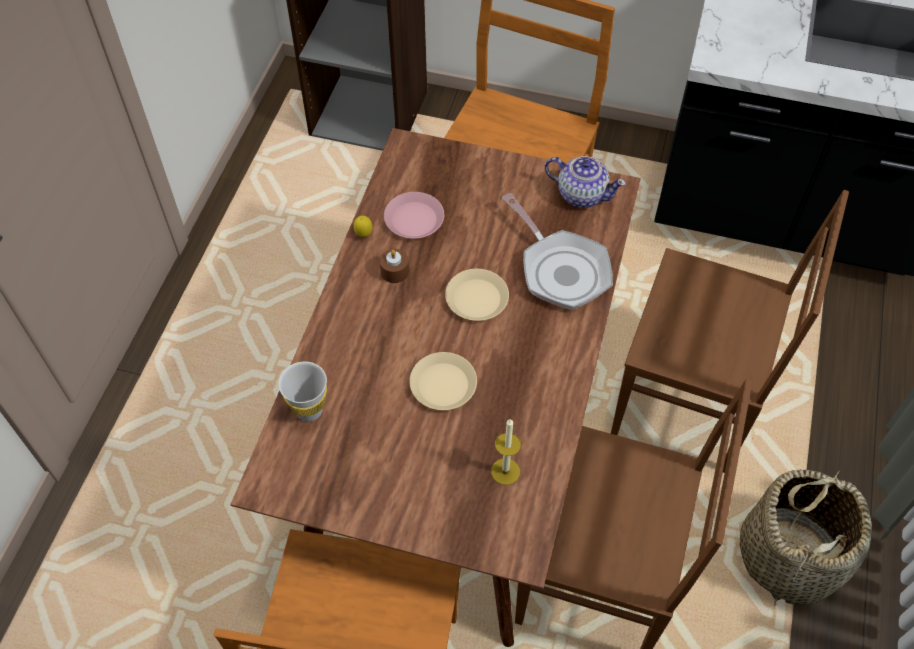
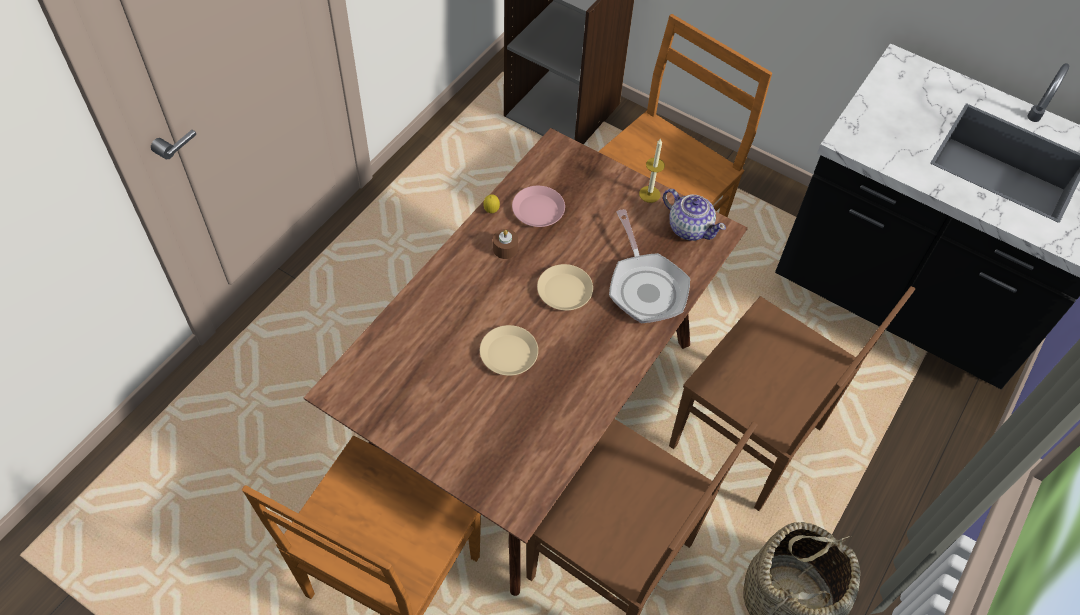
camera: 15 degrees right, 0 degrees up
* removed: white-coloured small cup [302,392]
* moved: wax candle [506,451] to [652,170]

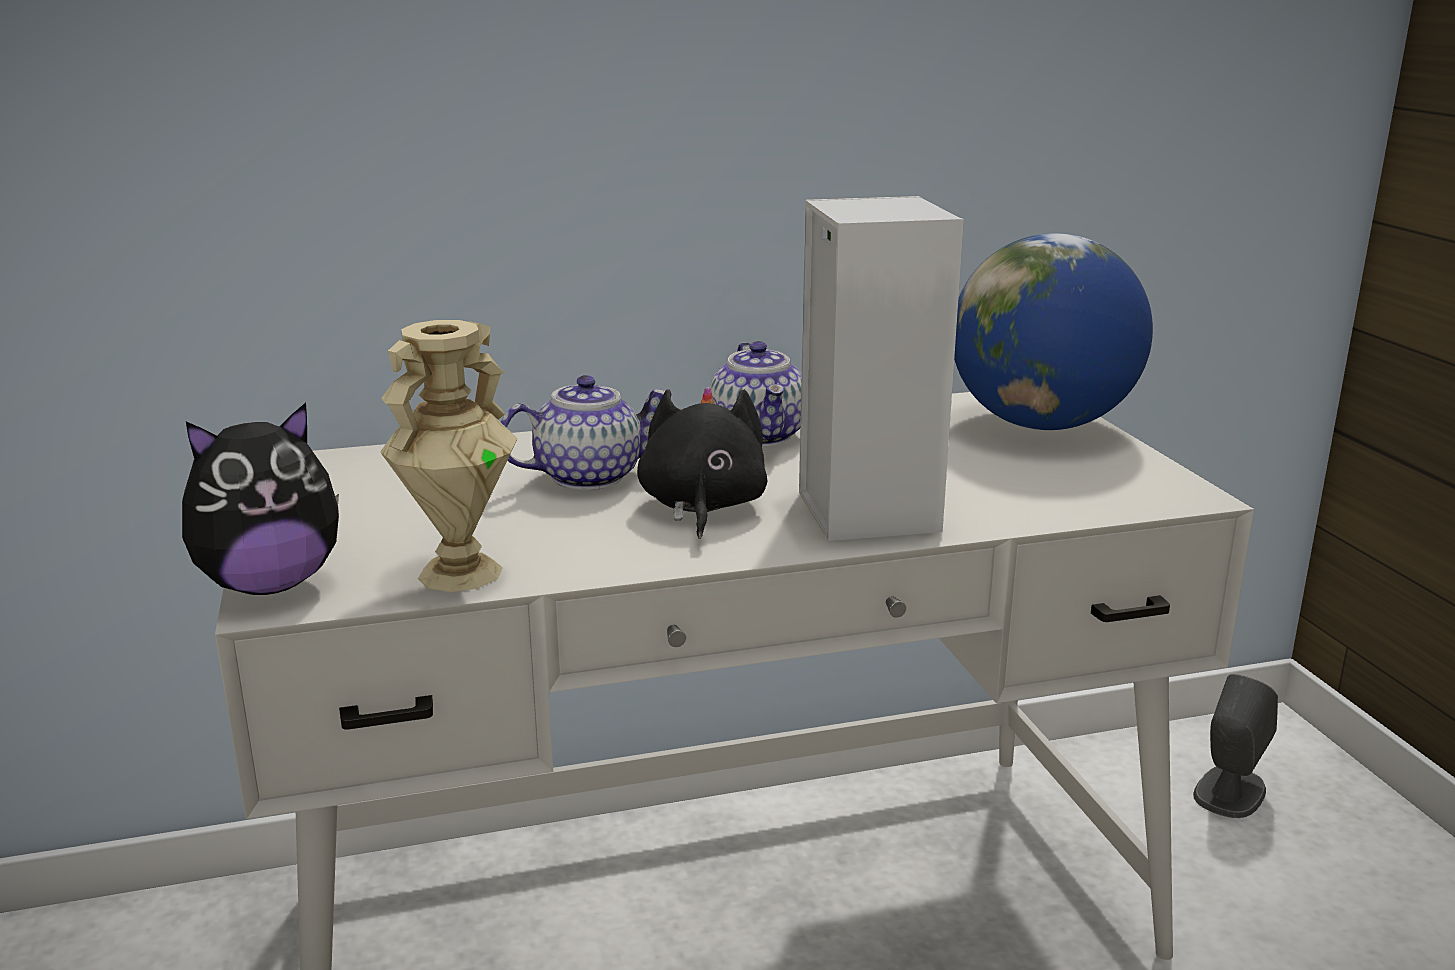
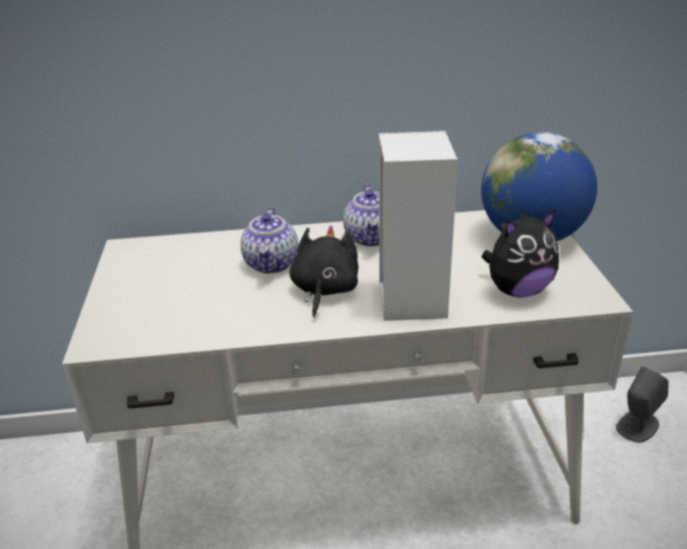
camera: 10 degrees right, 10 degrees up
* removed: beige-coloured vase [449,456]
* moved: cuddly toy [260,499] to [520,254]
* turned: teapot [583,432] = [269,240] 105 degrees clockwise

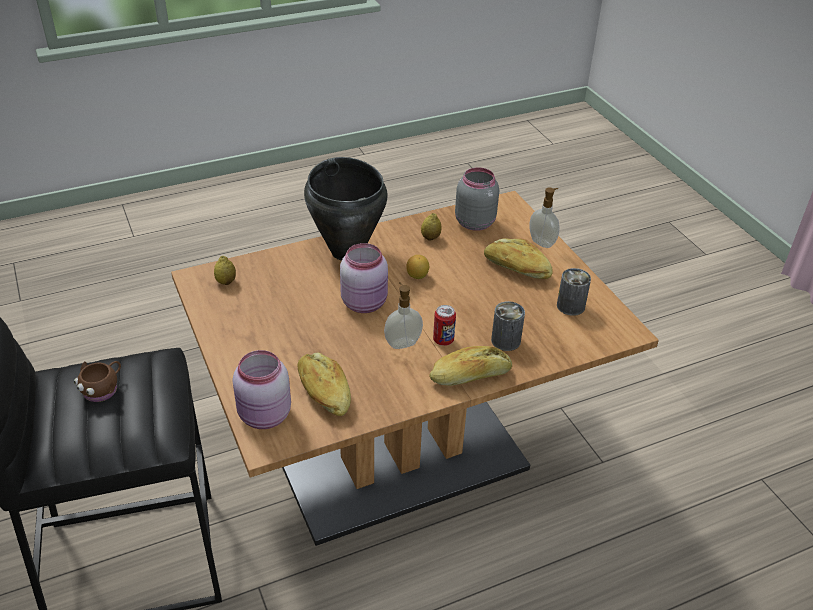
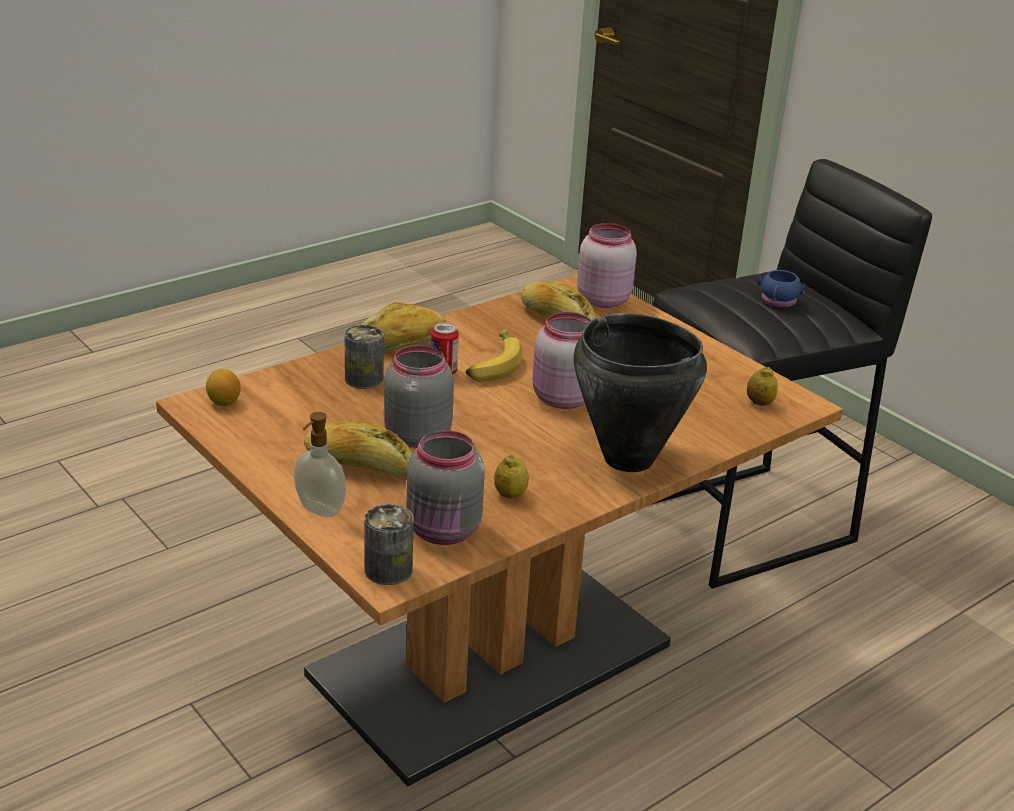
camera: 165 degrees right, 10 degrees down
* added: greyish storage jar [419,396]
* moved: lemon [417,267] to [223,387]
* moved: can [574,292] to [389,544]
* replaced: liquid soap bottle [403,315] to whole banana [494,355]
* recoloured: brown-coloured coffee mug [97,381] to blue coffee mug [781,288]

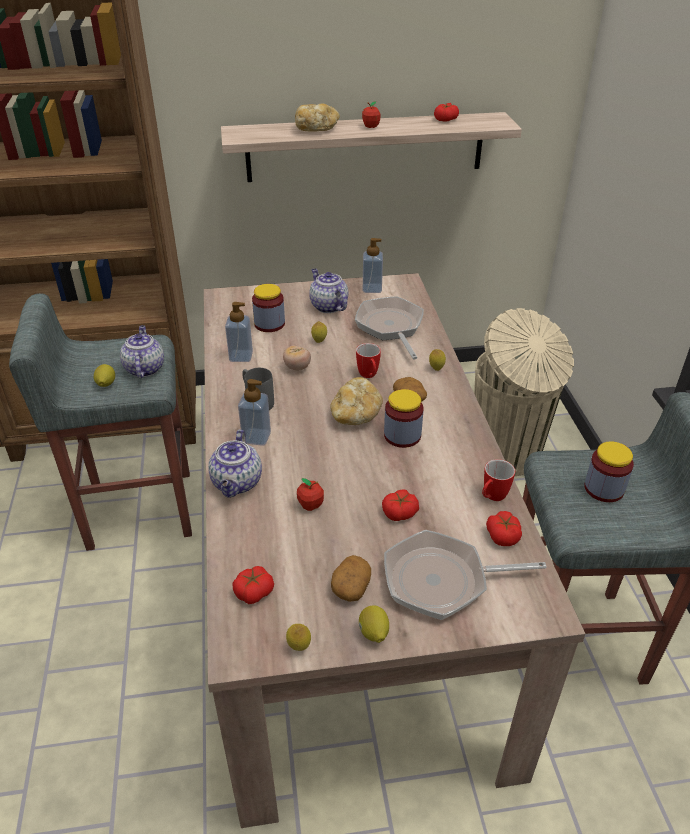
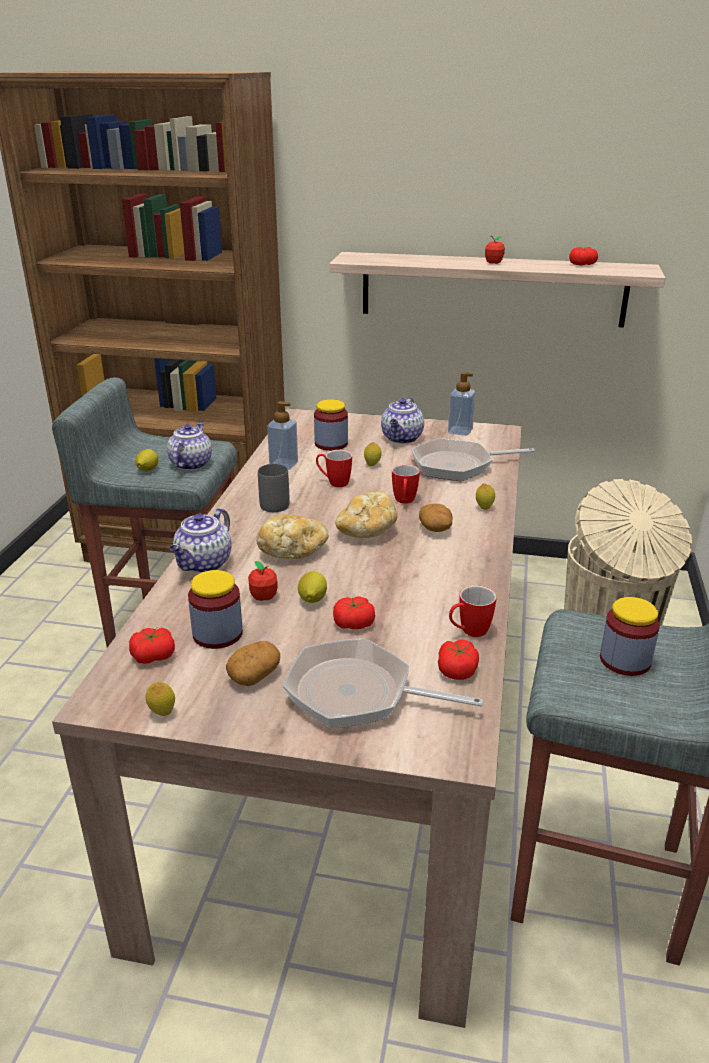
camera: 20 degrees right, 10 degrees down
* removed: liquid soap bottle [254,412]
* moved: bread [317,117] to [292,537]
* moved: lemon [374,624] to [312,587]
* moved: storage jar [404,418] to [215,609]
* replaced: fresh tomato [297,358] to coffee mug [334,468]
* turned: teapot [328,291] = [402,420] 150 degrees counterclockwise
* turned: skillet [389,328] = [473,459] 105 degrees counterclockwise

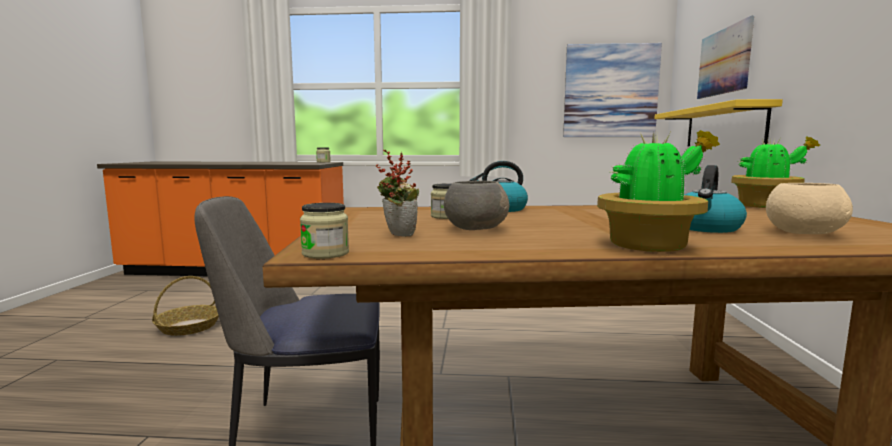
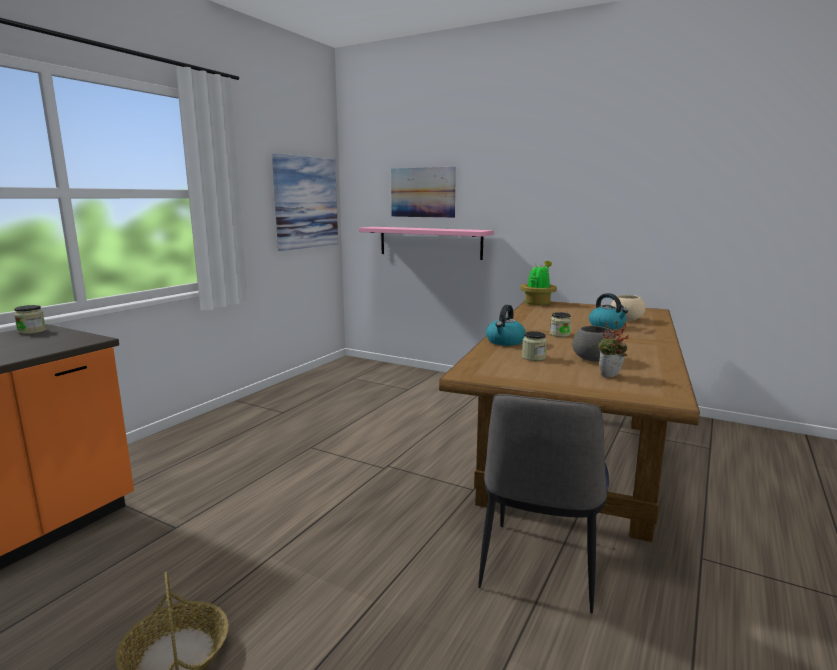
camera: 65 degrees left, 5 degrees up
* removed: potted plant [658,191]
* moved: storage jar [324,231] to [560,324]
* recoloured: yellow bracket shelf [719,122] to pink bracket shelf [426,243]

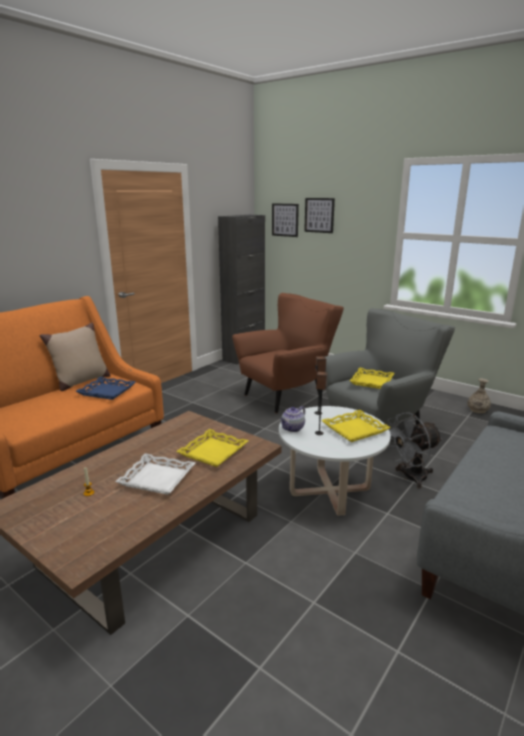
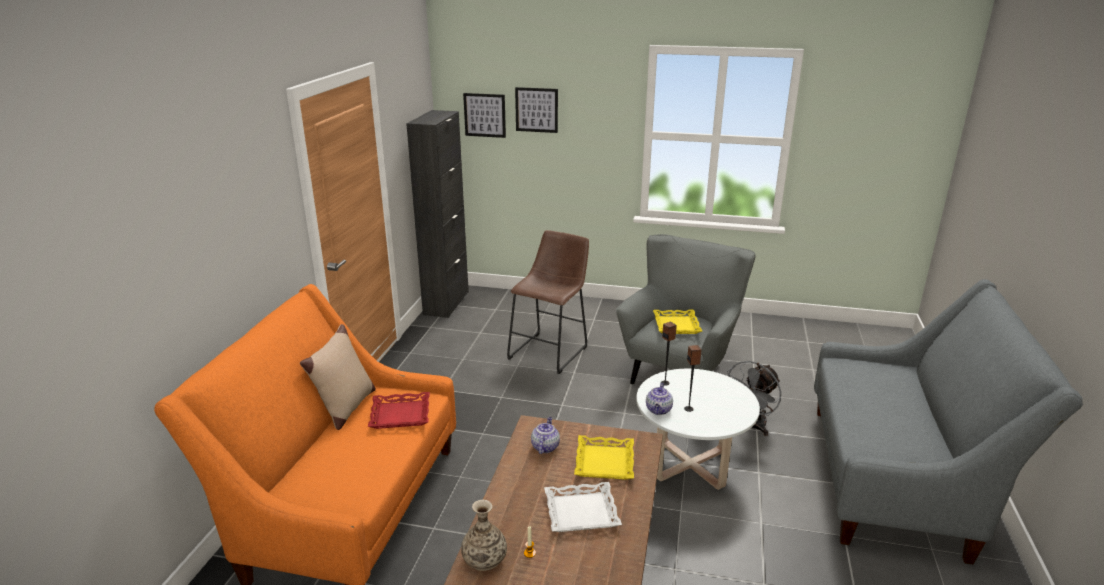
camera: 25 degrees left, 5 degrees up
* removed: yellow serving tray [356,426]
* added: teapot [545,435]
* moved: vase [479,396] to [484,535]
* replaced: brown-coloured armchair [288,353] to brown-coloured sitting stool [548,302]
* recoloured: blue serving tray [106,388] to red serving tray [399,410]

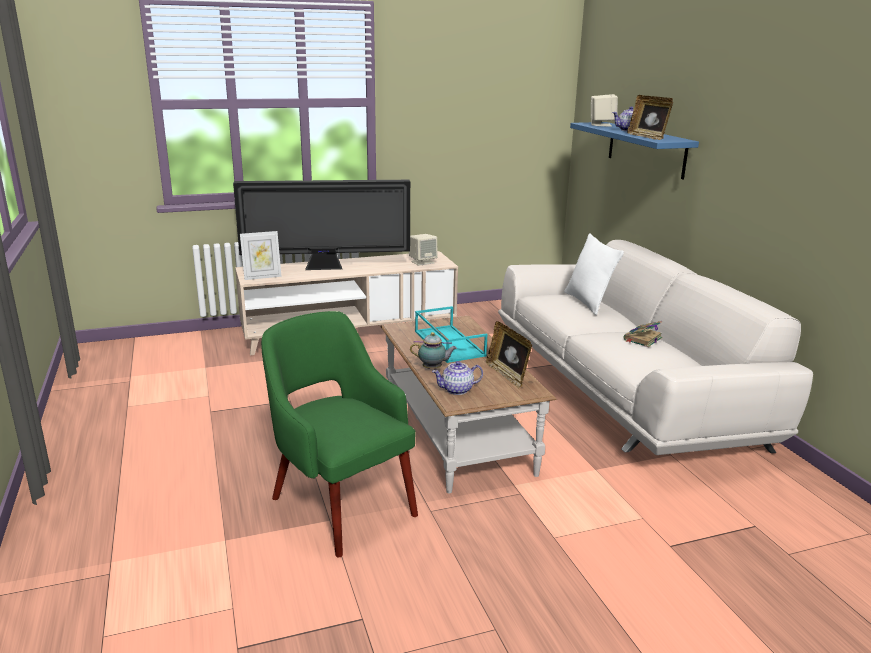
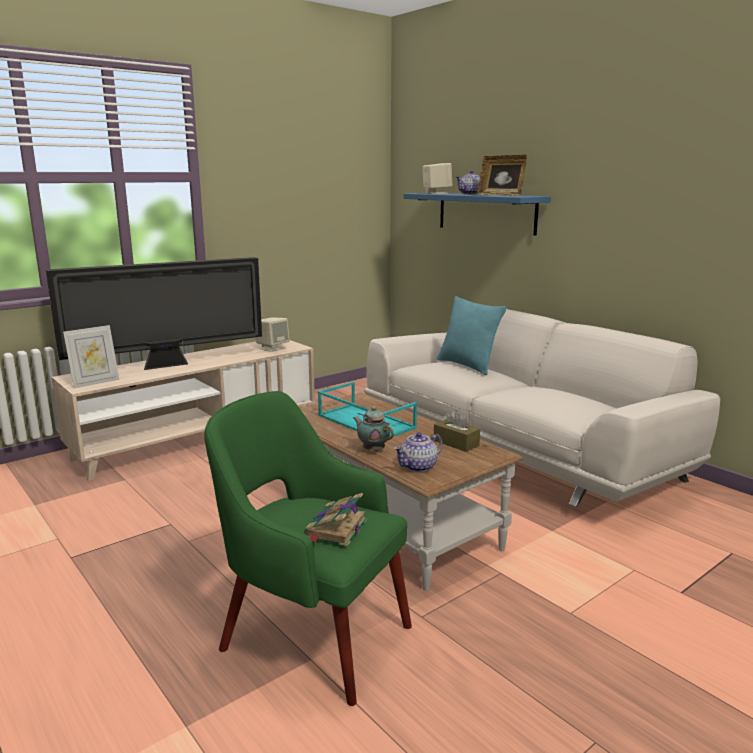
camera: 20 degrees left, 5 degrees down
* moved: book [643,334] to [335,519]
* replaced: standing frame [509,355] to brown-coloured box of tissues [457,431]
* recoloured: white-coloured cushion [594,274] to blue-green cushion [471,335]
* turned: teapot [433,350] = [373,429] 120 degrees counterclockwise

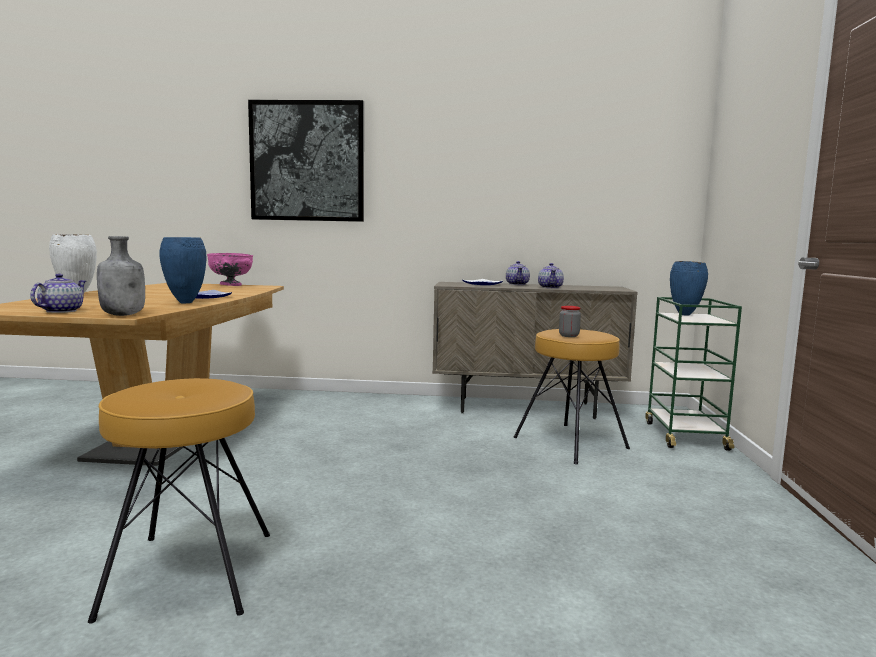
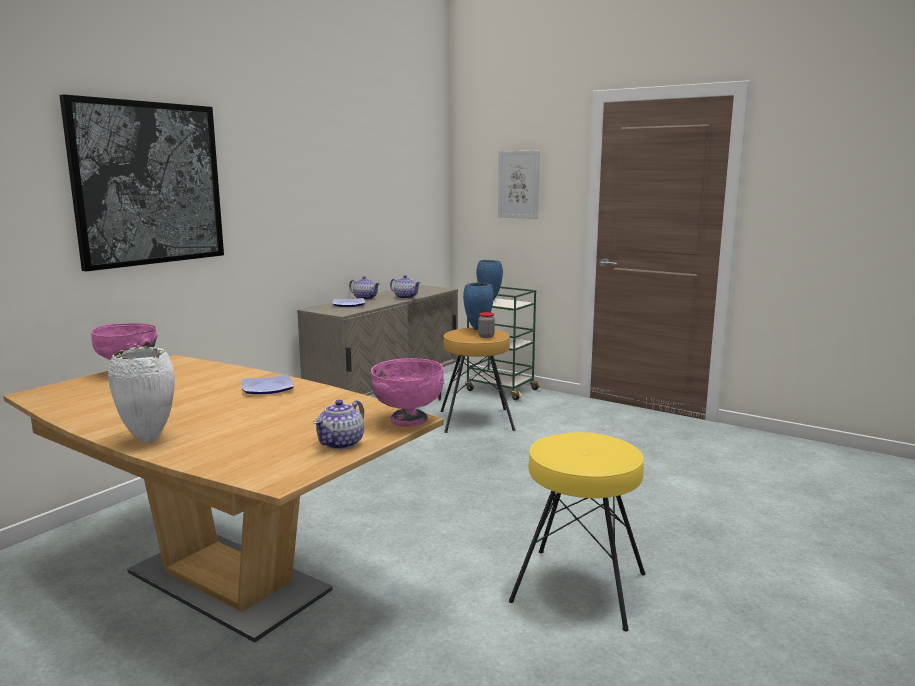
camera: 60 degrees left, 5 degrees up
* added: wall picture [519,185]
* moved: blue vase [182,270] to [478,306]
* replaced: greyish beverage bottle [121,276] to pink deep dish [407,392]
* recoloured: brown-coloured sitting stool [179,501] to yellow sitting stool [577,532]
* turned: teapot [58,293] = [338,425] 105 degrees counterclockwise

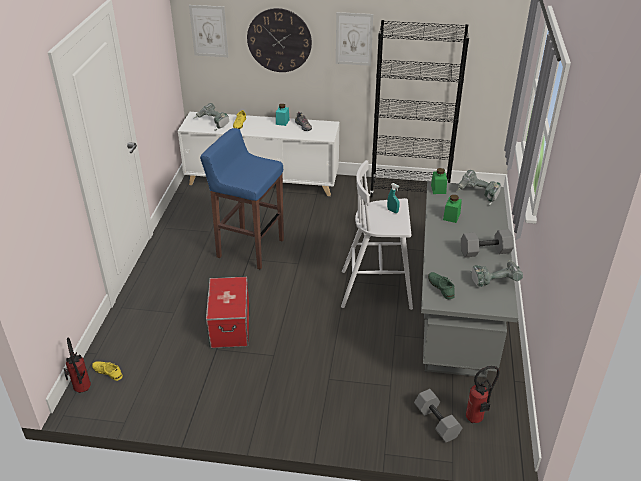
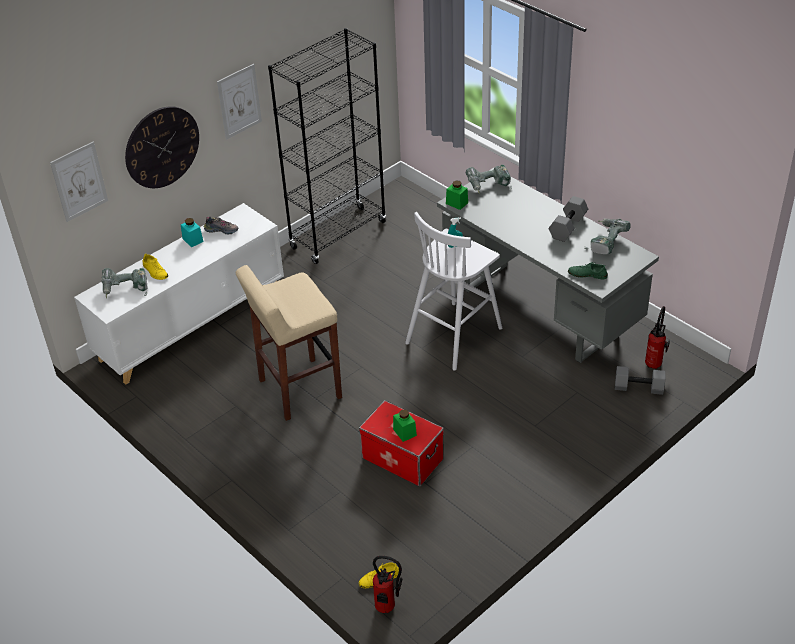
camera: 50 degrees left, 5 degrees up
* moved: greenish storage jar [452,209] to [405,426]
* recoloured: blue sitting stool [242,199] to beige-coloured sitting stool [289,343]

